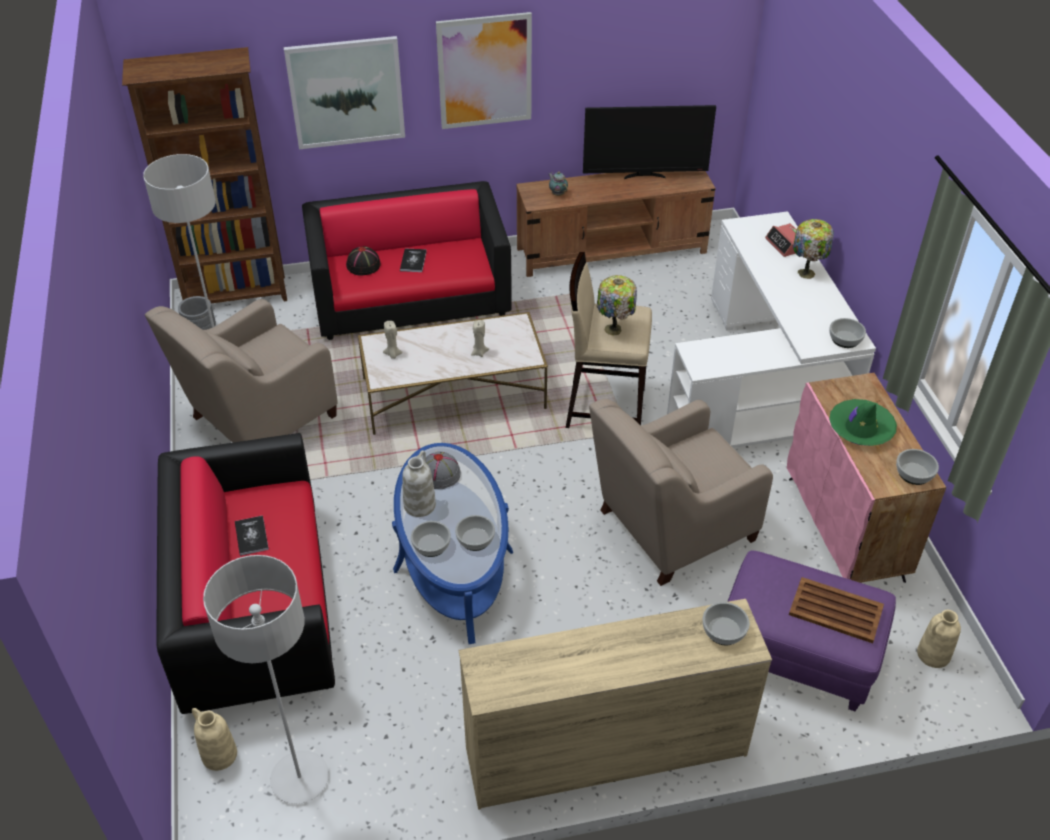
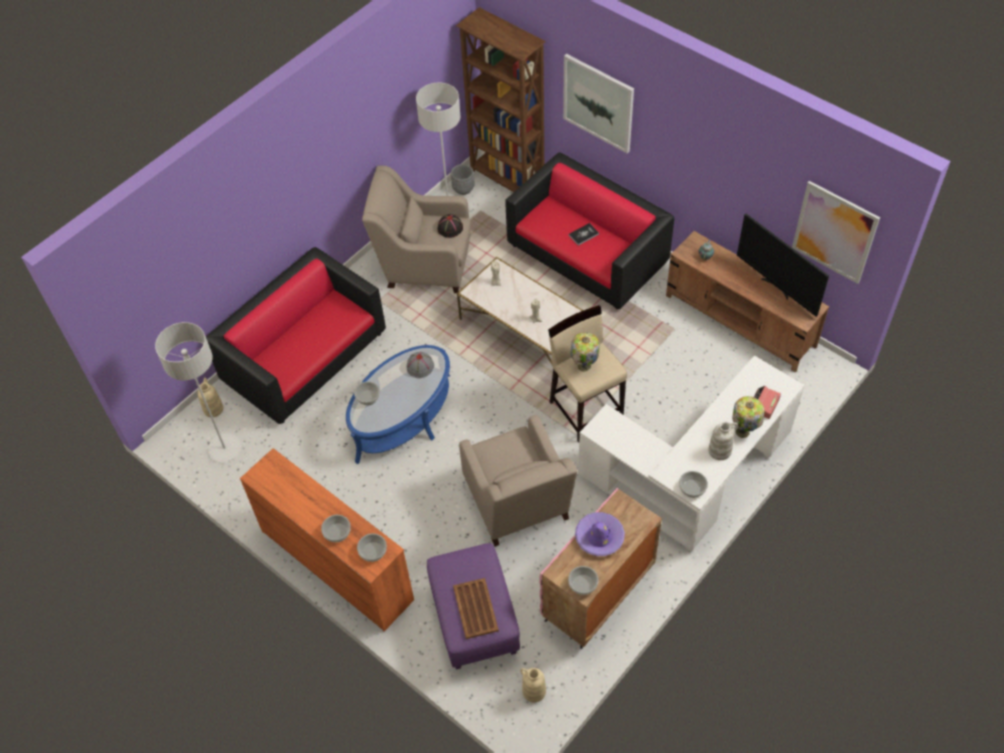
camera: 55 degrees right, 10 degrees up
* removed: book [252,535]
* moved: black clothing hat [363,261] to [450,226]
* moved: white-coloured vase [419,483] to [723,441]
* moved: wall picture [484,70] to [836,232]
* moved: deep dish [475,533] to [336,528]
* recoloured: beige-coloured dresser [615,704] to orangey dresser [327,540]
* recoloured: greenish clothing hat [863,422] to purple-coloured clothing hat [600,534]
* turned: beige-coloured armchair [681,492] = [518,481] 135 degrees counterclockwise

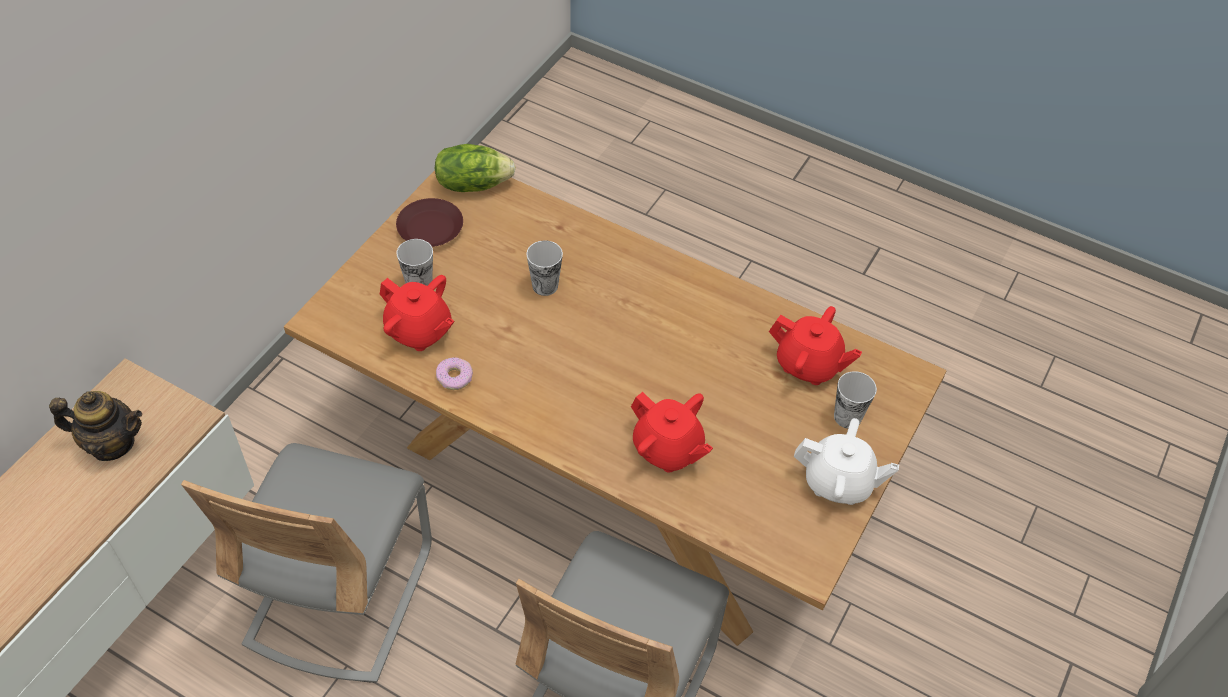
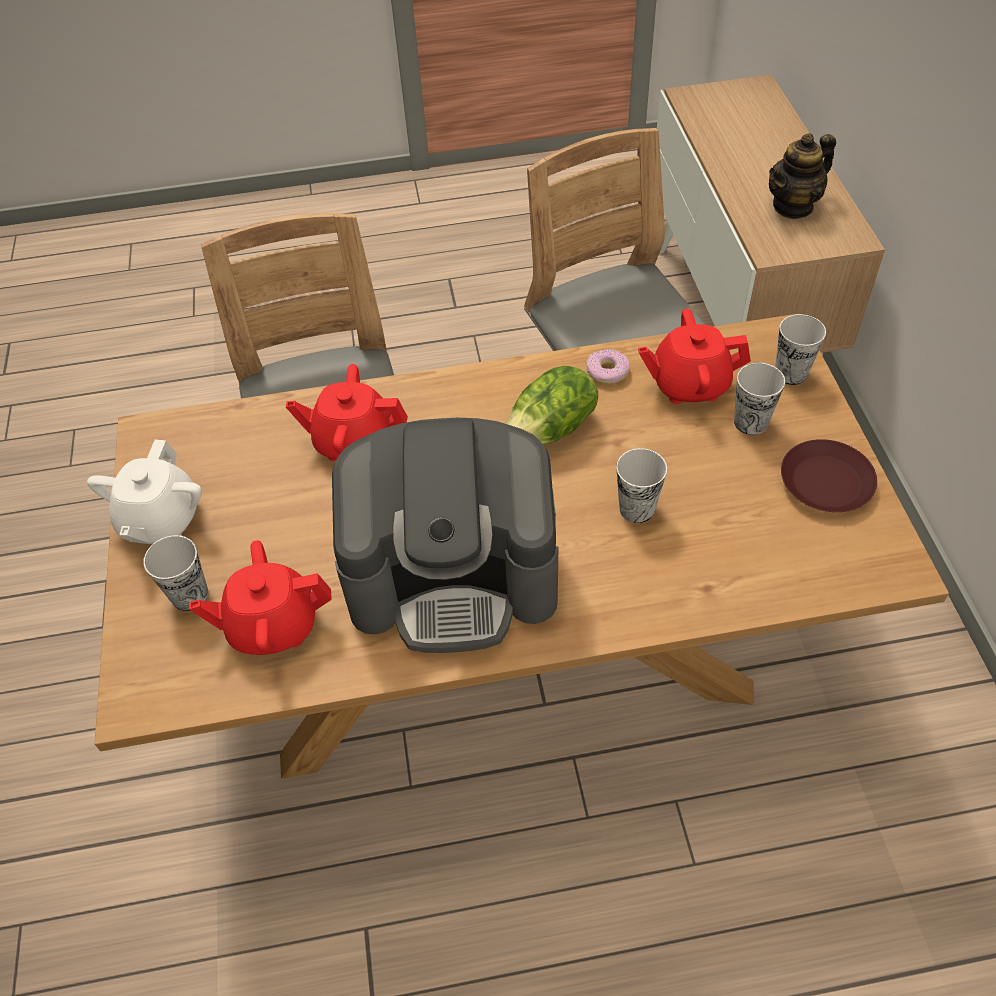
camera: 145 degrees right, 0 degrees up
* added: coffee brewer [445,535]
* added: small cup [800,349]
* moved: head of lettuce [475,168] to [552,405]
* turned: white-coloured teapot [846,461] = [144,491] 60 degrees counterclockwise

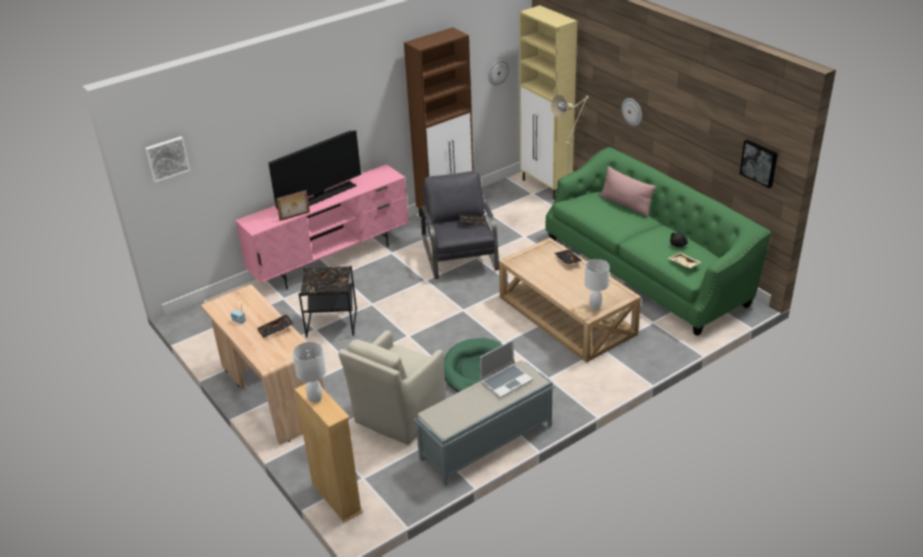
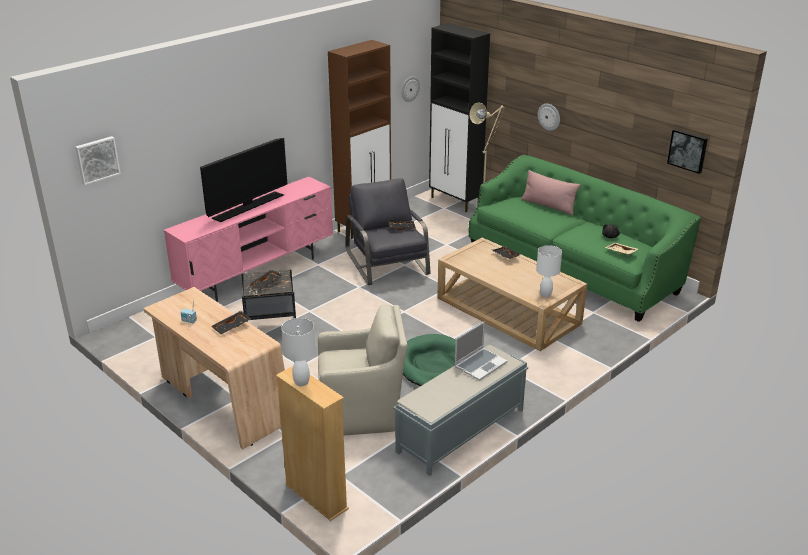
camera: 10 degrees left, 5 degrees down
* removed: standing frame [293,205]
* recoloured: beige-coloured storage cabinet [548,102] to black storage cabinet [459,117]
* turned: beige-coloured armchair [392,387] = [363,370] 120 degrees counterclockwise

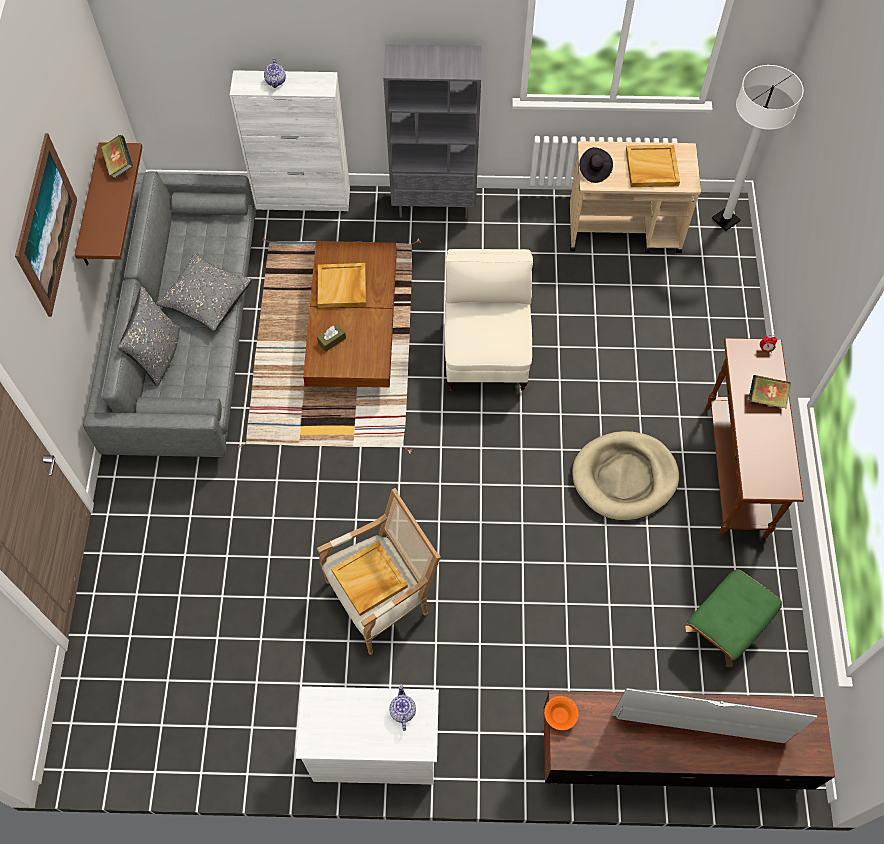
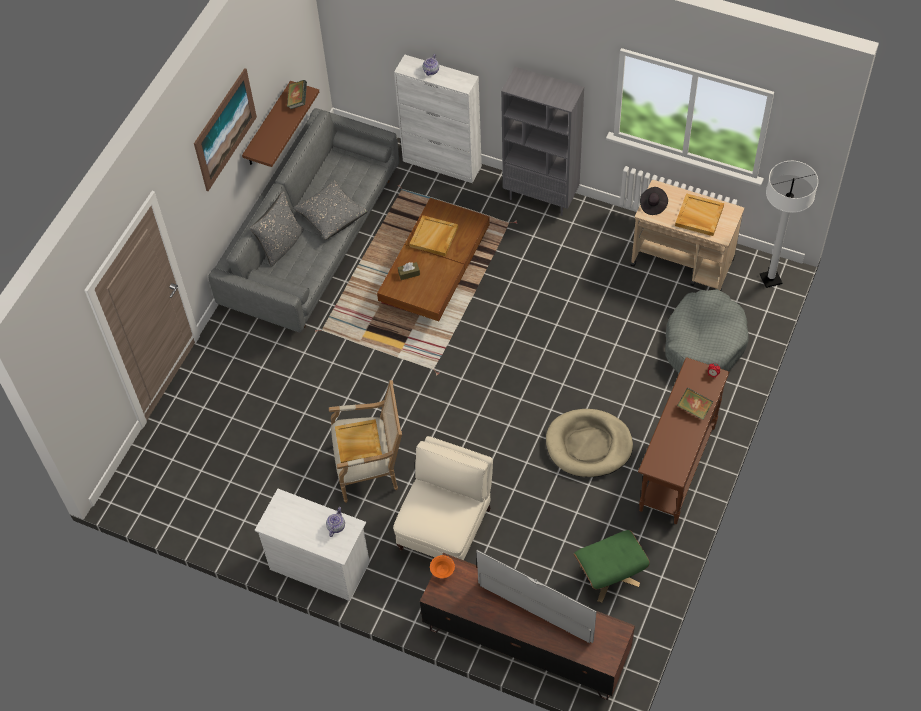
camera: 25 degrees right, 5 degrees down
* added: greyish dog cushion [707,331]
* moved: beige-coloured armchair [489,320] to [443,498]

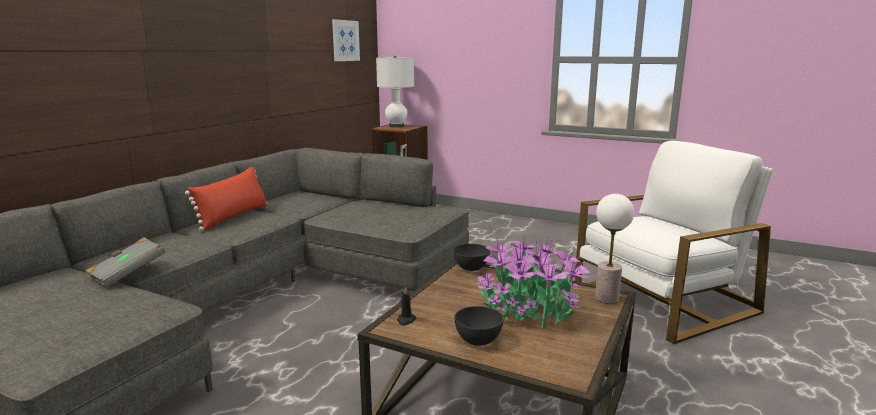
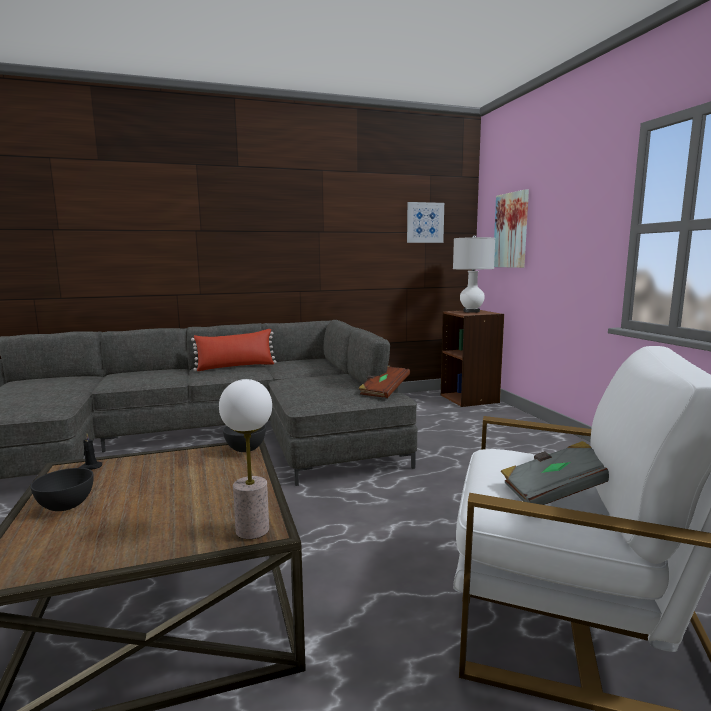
camera: 45 degrees right, 5 degrees down
* removed: potted plant [534,282]
* added: brown-coloured book [384,382]
* added: wall picture [511,228]
* moved: greyish book [126,262] to [555,473]

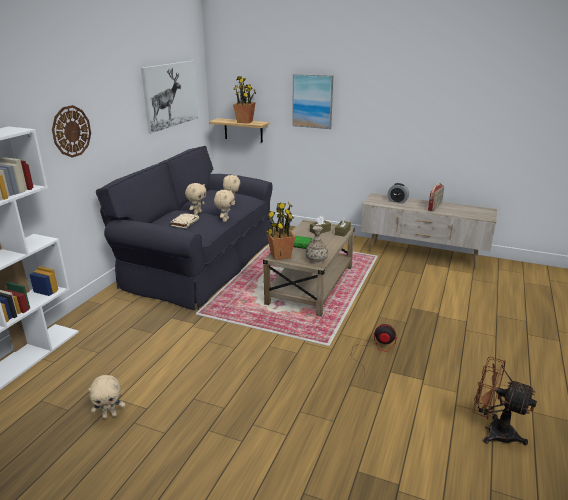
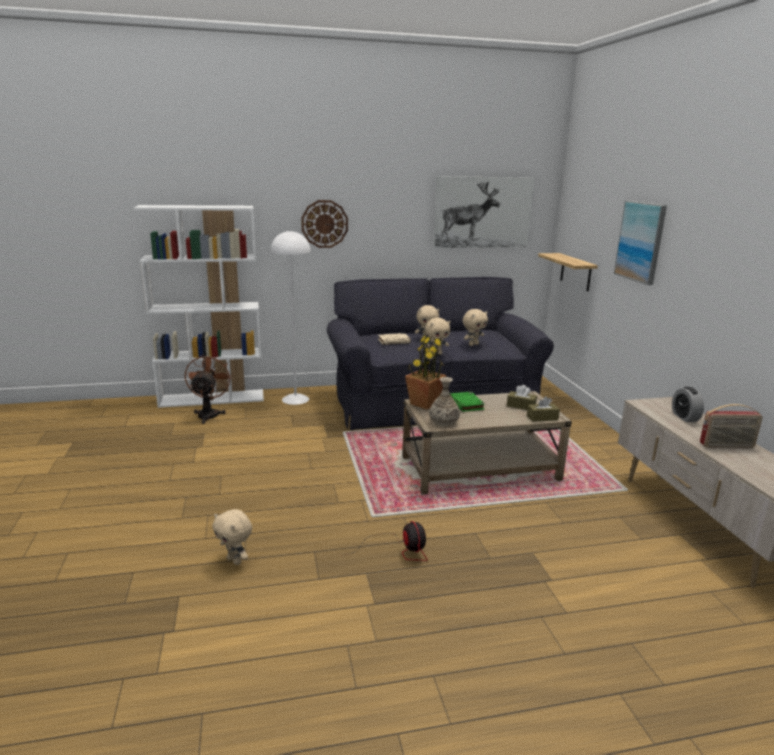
camera: 55 degrees right, 5 degrees down
* removed: potted plant [244,100]
* added: white-coloured standard lamp [290,317]
* moved: beige-coloured cuddly toy [106,397] to [232,537]
* moved: brown-coloured fan [504,401] to [208,389]

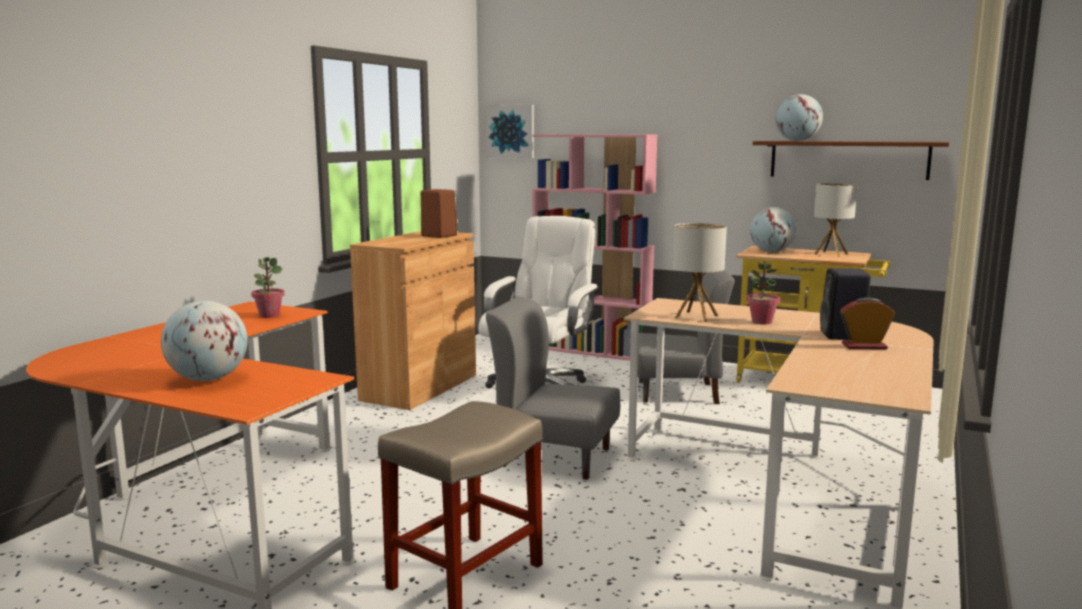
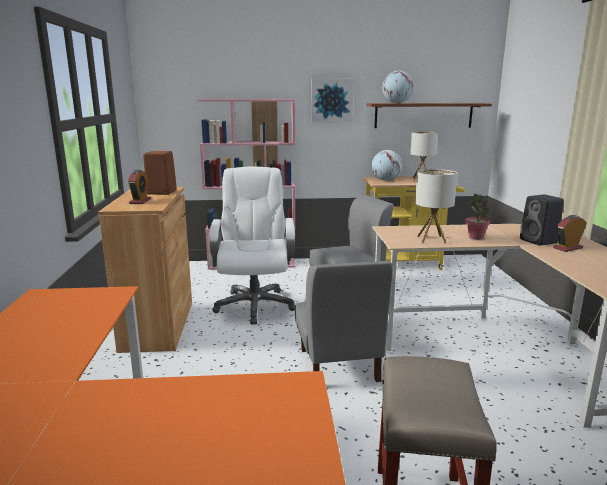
camera: 30 degrees left, 5 degrees up
* removed: world globe [204,341]
* removed: potted plant [268,287]
* added: table clock [139,187]
* moved: wall picture [510,131] to [332,100]
* turned: greyish plain chair [553,388] = [344,321] 90 degrees counterclockwise

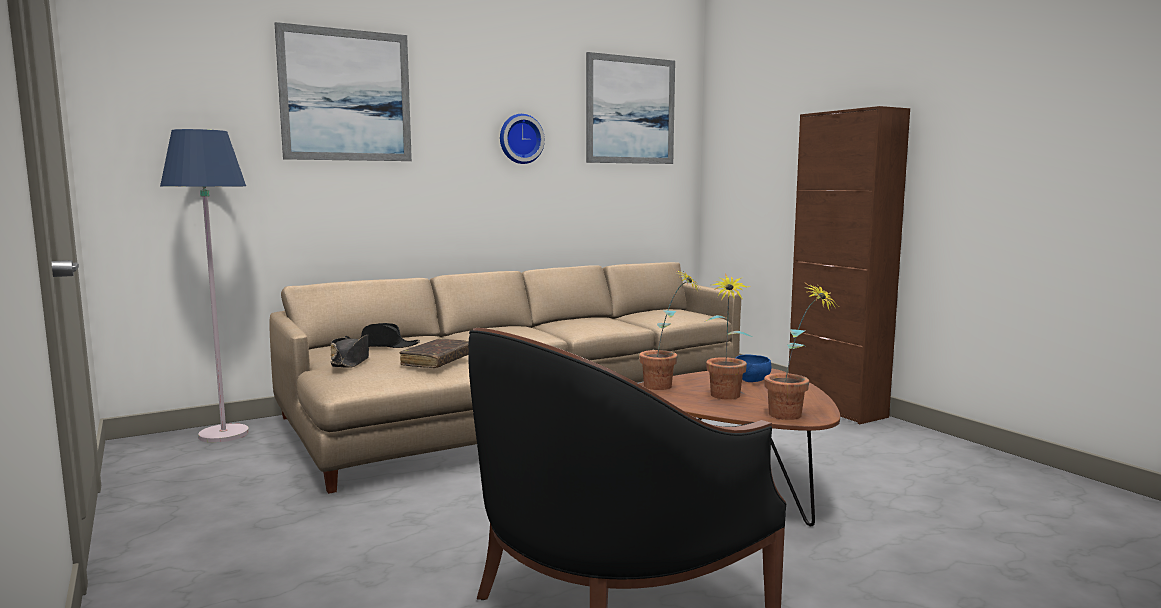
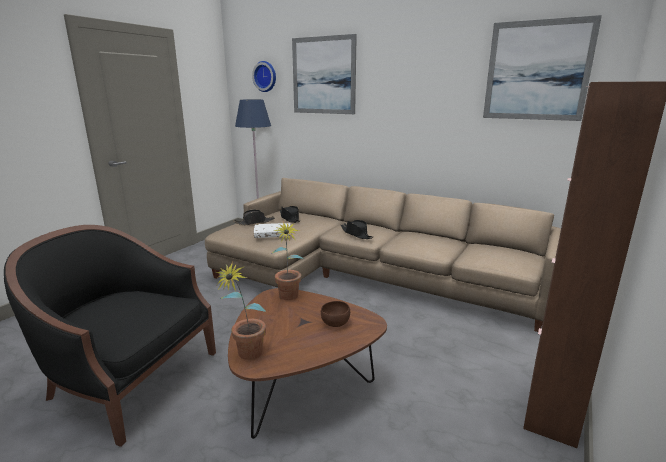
camera: 60 degrees right, 10 degrees up
* removed: potted plant [729,337]
* added: black clothing hat [357,229]
* moved: clock on the wall [522,139] to [264,76]
* recoloured: brown-coloured book [434,353] to white-coloured book [272,230]
* recoloured: blue deep dish [753,368] to brown-coloured deep dish [335,314]

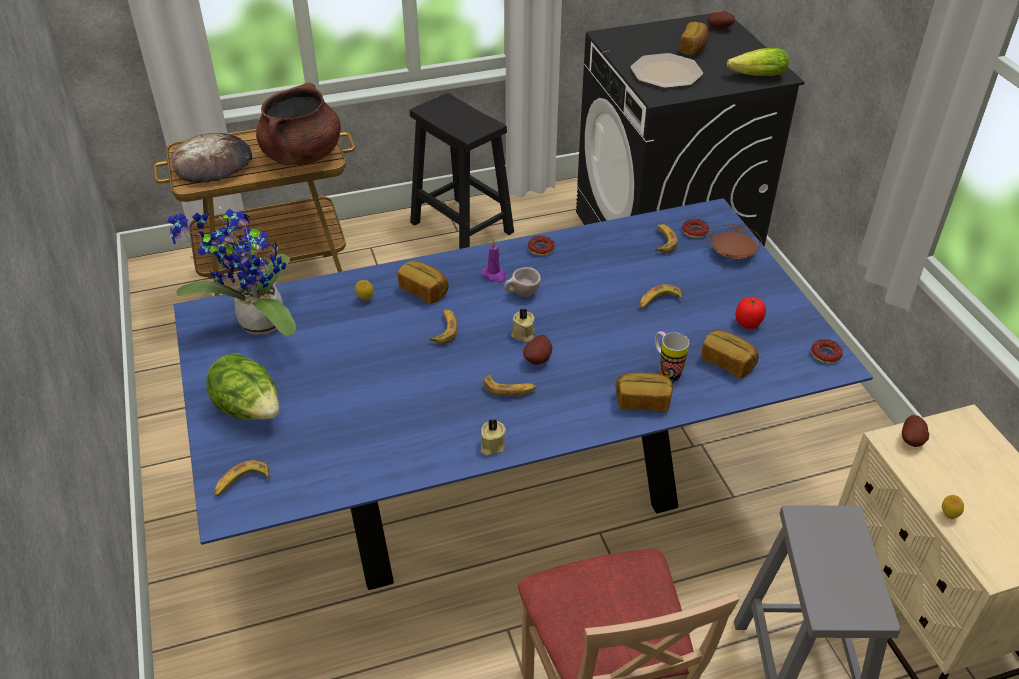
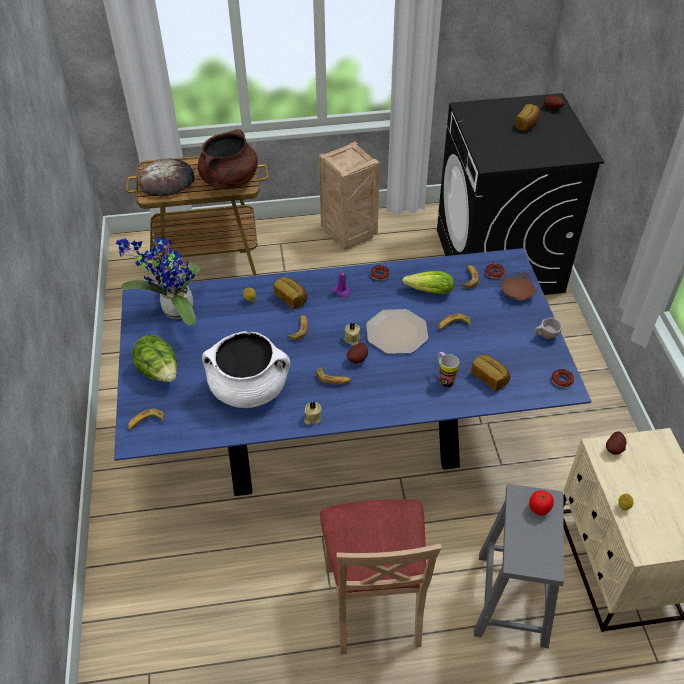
camera: 10 degrees right, 5 degrees up
* removed: bread [644,392]
* added: white-coloured saucepot [246,369]
* moved: beige-coloured small cup [522,282] to [548,328]
* moved: flat dish [666,70] to [397,331]
* moved: head of lettuce [758,62] to [428,282]
* moved: fresh tomato [751,313] to [541,502]
* replaced: black sitting stool [462,171] to shipping crate [349,195]

